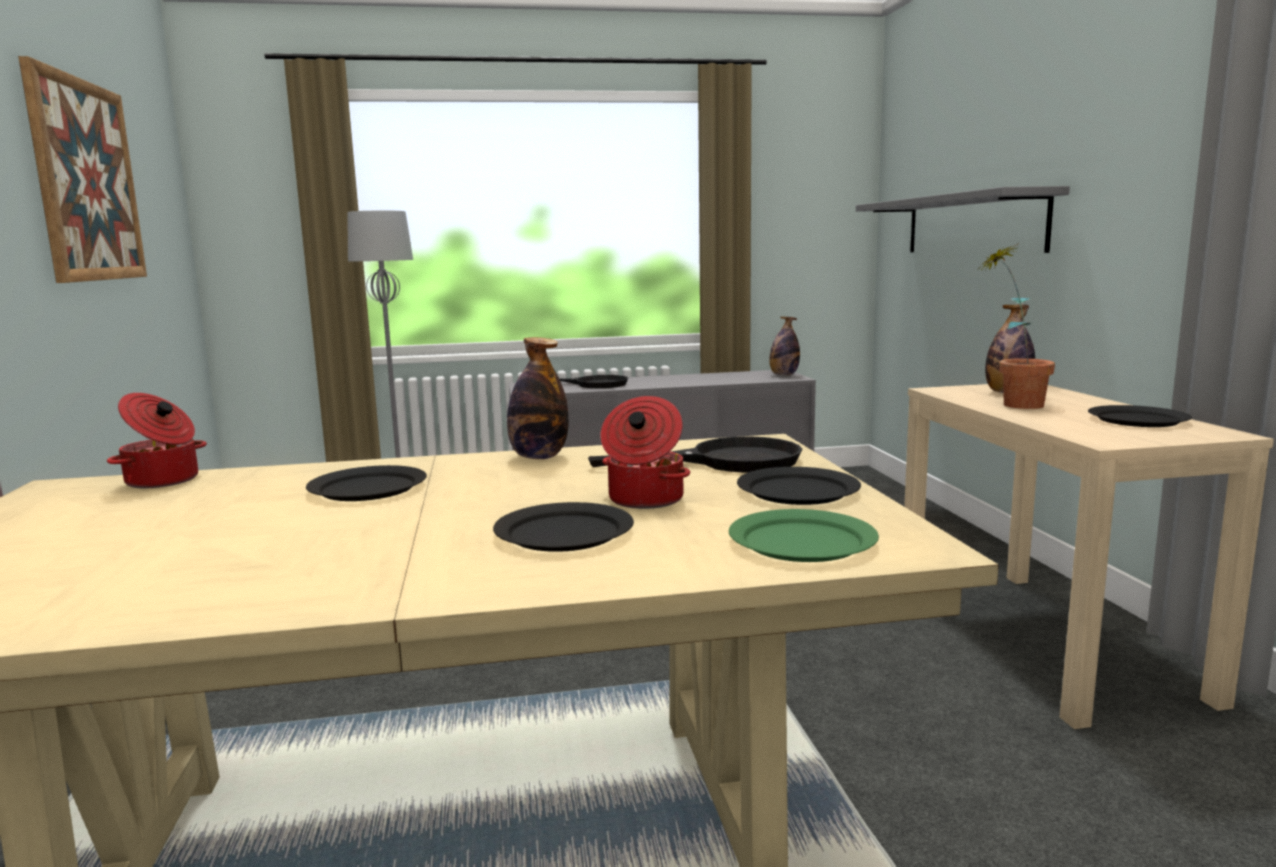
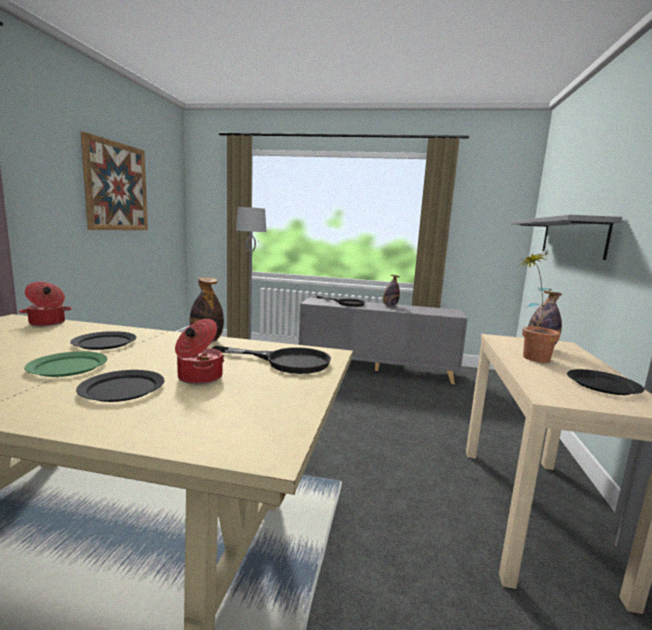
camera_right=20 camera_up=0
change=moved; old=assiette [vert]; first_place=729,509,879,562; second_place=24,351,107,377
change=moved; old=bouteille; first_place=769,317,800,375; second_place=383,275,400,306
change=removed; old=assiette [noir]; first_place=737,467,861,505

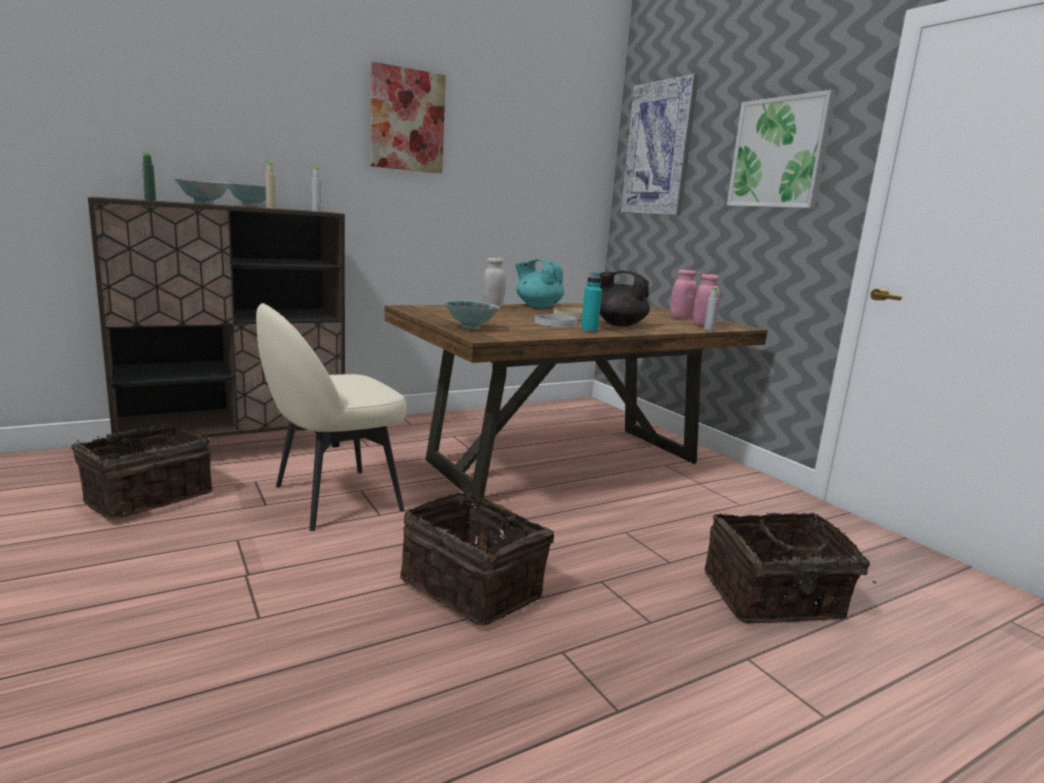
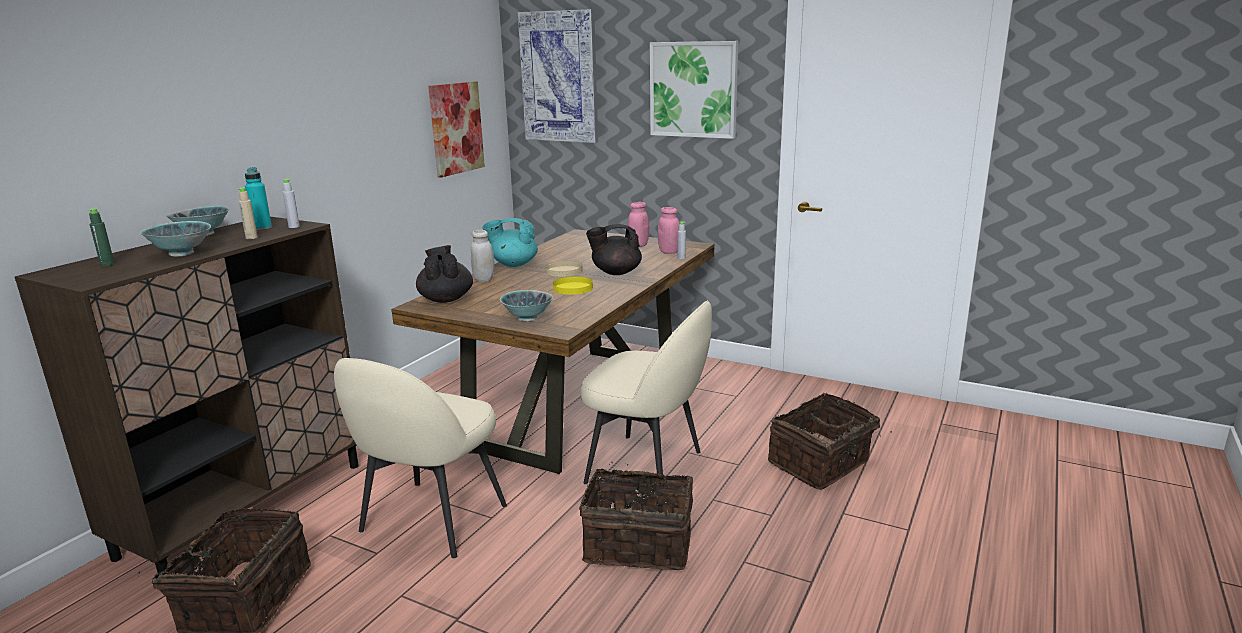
camera_right=-30 camera_up=5
change=moved; old=bouteille [turquoise]; first_place=581,272,602,332; second_place=245,167,272,230
change=added; new=théière [noir]; second_place=416,245,473,303
change=moved; old=tableau; first_place=370,62,446,173; second_place=428,81,485,178
change=recoloured; old=assiette [blanc]; new=assiette [jaune]; first_place=535,314,577,327; second_place=553,277,593,295
change=added; new=chaise [beige]; second_place=580,300,712,484

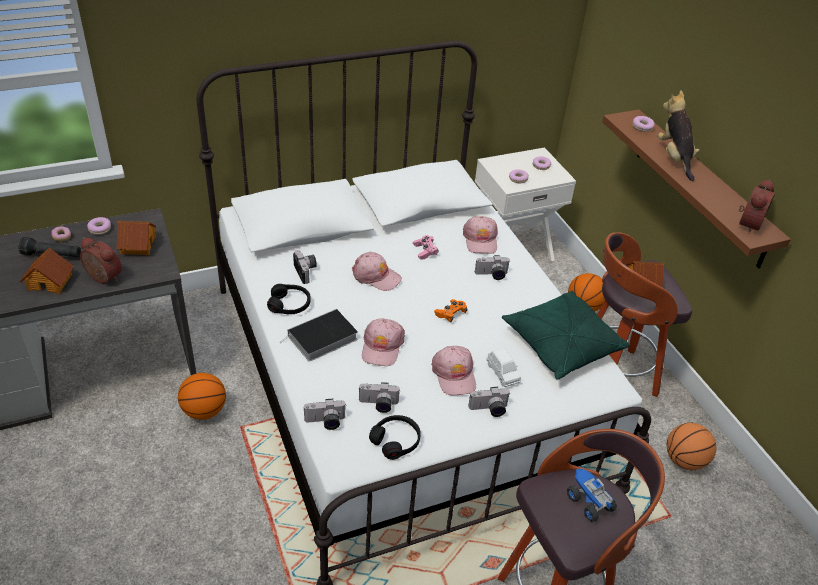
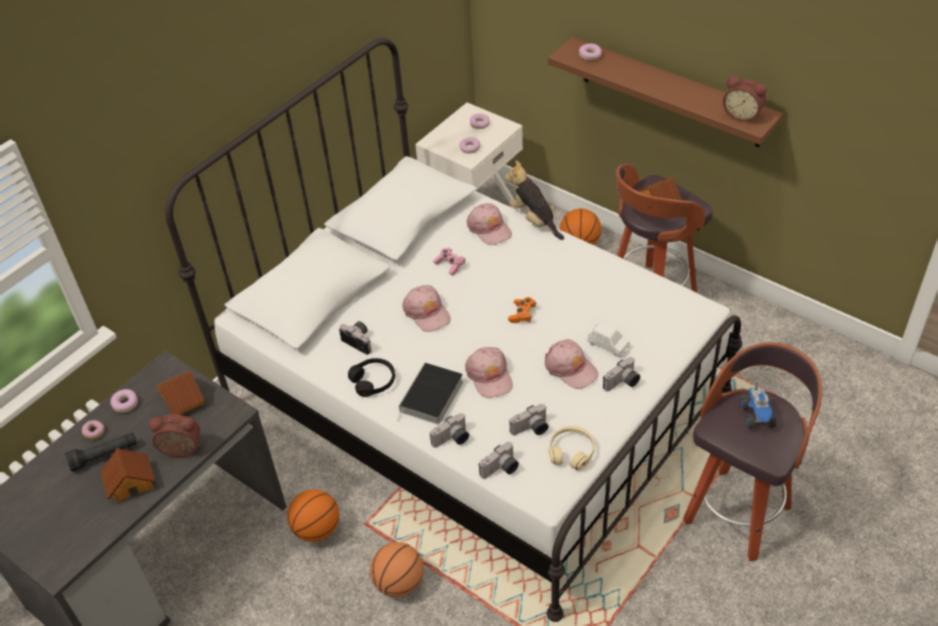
camera_right=-25 camera_up=5
change=moved; old=ballon de basket; first_place=667,422,716,470; second_place=370,542,424,597
change=turned; old=casquette [rose]; first_place=352,252,402,291; second_place=402,285,451,332; degrees=60
change=moved; old=appareil photo; first_place=475,255,510,280; second_place=430,413,469,448
change=moved; old=peluche; first_place=658,90,699,181; second_place=505,160,564,240
change=recoloured; old=casque audio [noir]; new=casque audio [beige]; first_place=369,415,421,460; second_place=549,426,595,470
change=turned; old=réveil; first_place=739,179,775,234; second_place=723,76,767,122; degrees=120
change=turned; old=camion jouet; first_place=567,469,617,522; second_place=741,382,777,429; degrees=-120
change=removed; old=coussin [vert]; first_place=502,290,630,380

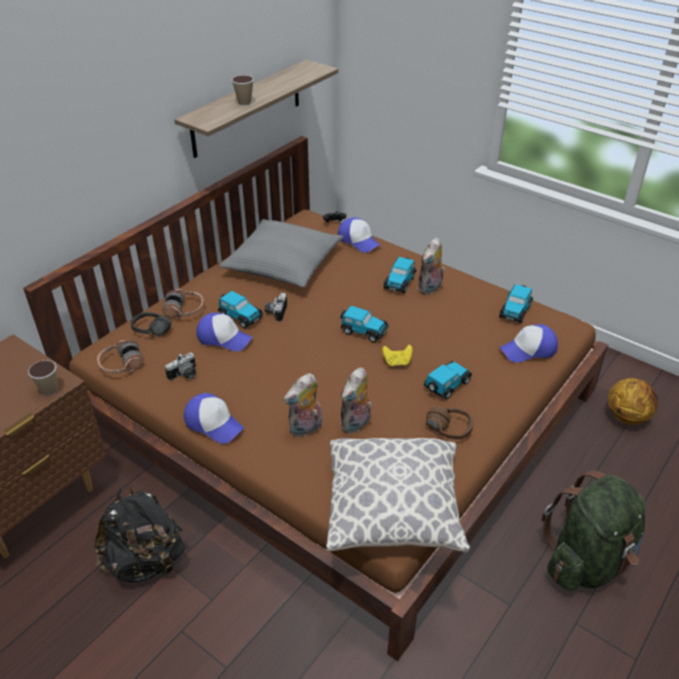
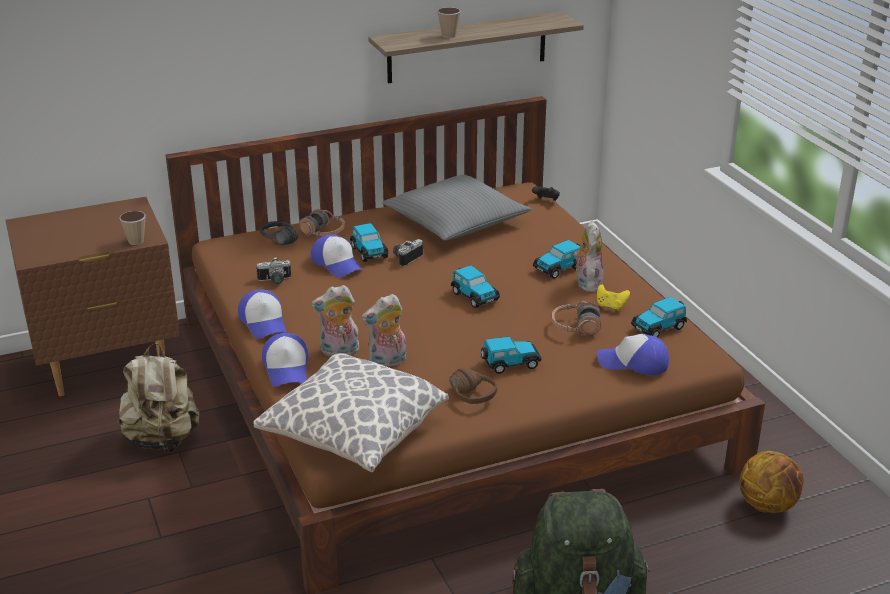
camera_right=30 camera_up=-10
change=recoloured; old=sac à dos [noir]; new=sac à dos [beige]; first_place=94,484,185,582; second_place=118,343,199,453
change=moved; old=casquette; first_place=338,217,381,253; second_place=262,333,308,386
change=moved; old=casque audio; first_place=97,340,144,374; second_place=552,301,601,336
change=turned; old=peluche; first_place=417,237,445,295; second_place=574,221,603,292; degrees=120
change=moved; old=manette [jaune]; first_place=382,345,412,366; second_place=597,285,630,311

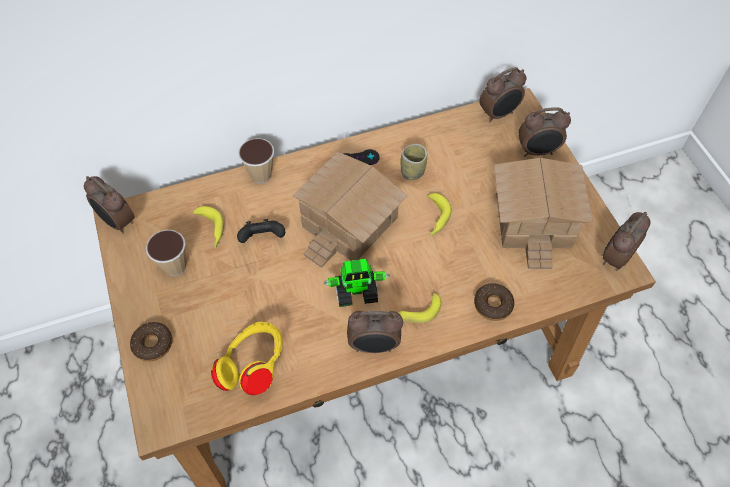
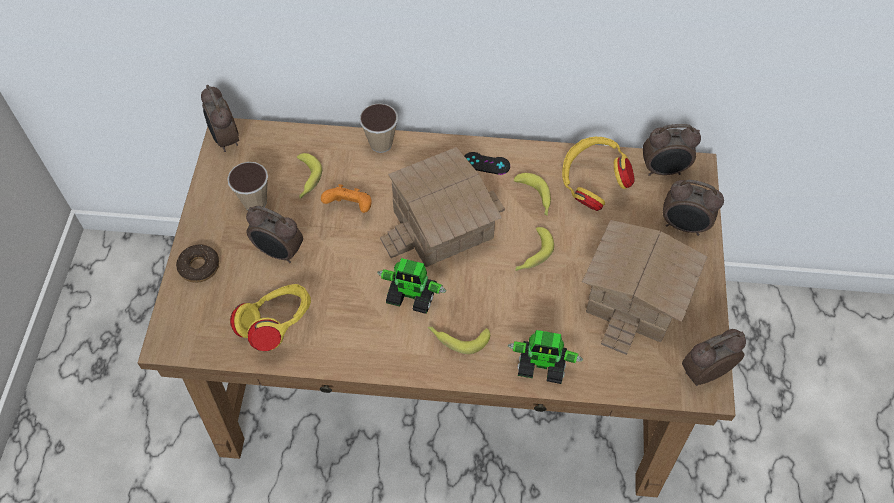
camera_right=25 camera_up=0
change=moved; old=réveil; first_place=347,311,403,353; second_place=246,206,303,263
change=recoloured; old=manette [noir]; new=manette [orange]; first_place=237,219,285,243; second_place=321,184,372,213
change=replaced; old=beignet; new=robot jouet; first_place=474,283,515,321; second_place=508,330,583,384
change=replaced; old=tasse; new=banane; first_place=401,144,427,180; second_place=514,173,551,216
change=added; new=casque audio [jaune]; second_place=562,137,635,211

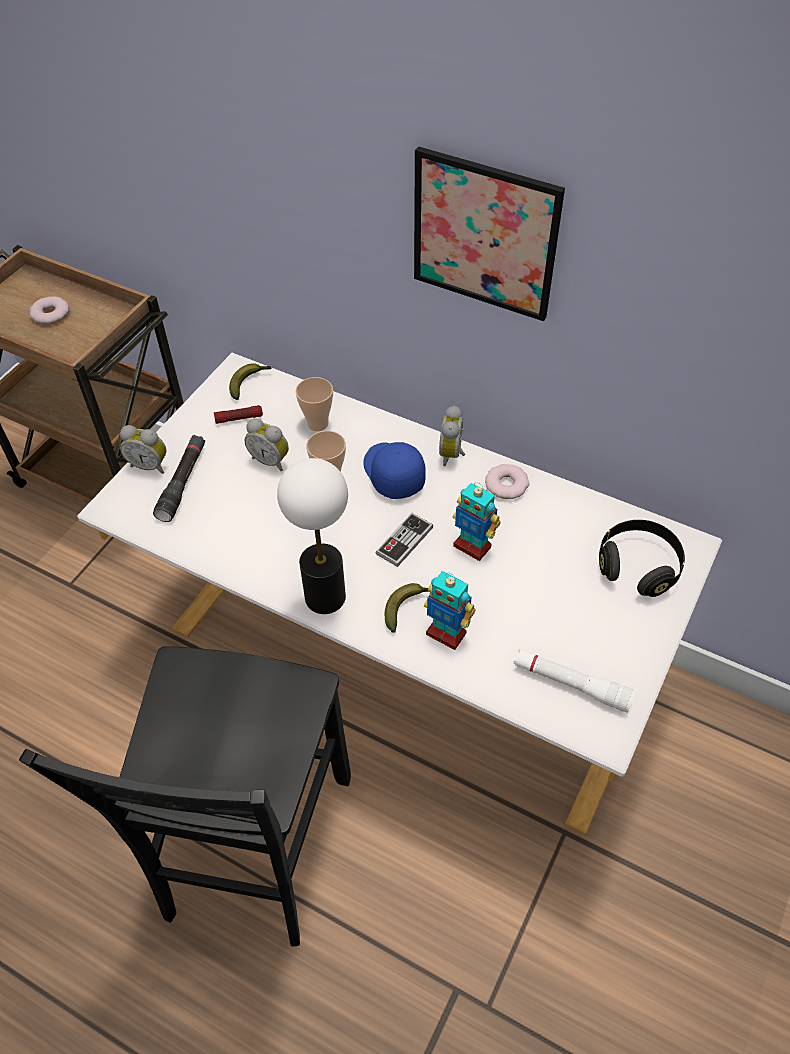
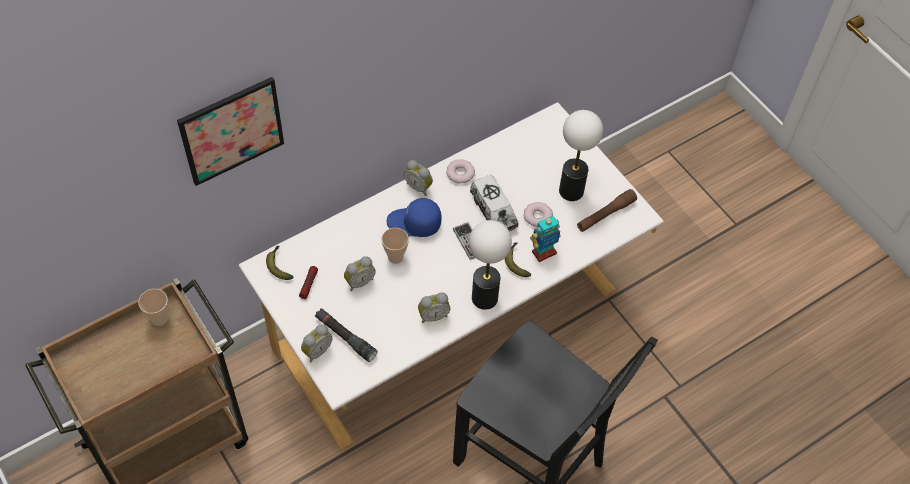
camera_right=-65 camera_up=5
change=moved; old=tasse; first_place=295,377,333,431; second_place=138,289,168,326
change=moved; old=tableau; first_place=414,146,565,321; second_place=177,77,284,186
change=added; new=réveil; second_place=418,292,450,323
change=replaced; old=robot jouet; new=camion jouet; first_place=453,482,501,561; second_place=470,175,519,231
change=moved; old=beignet; first_place=30,296,69,324; second_place=523,202,553,227
change=added; new=lampe de table; second_place=559,110,603,201
change=recoloured; old=lampe de poche [blanc]; new=lampe de poche [marron]; first_place=514,648,636,713; second_place=577,189,637,232
change=removed; old=casque audio [noir]; first_place=599,520,685,597

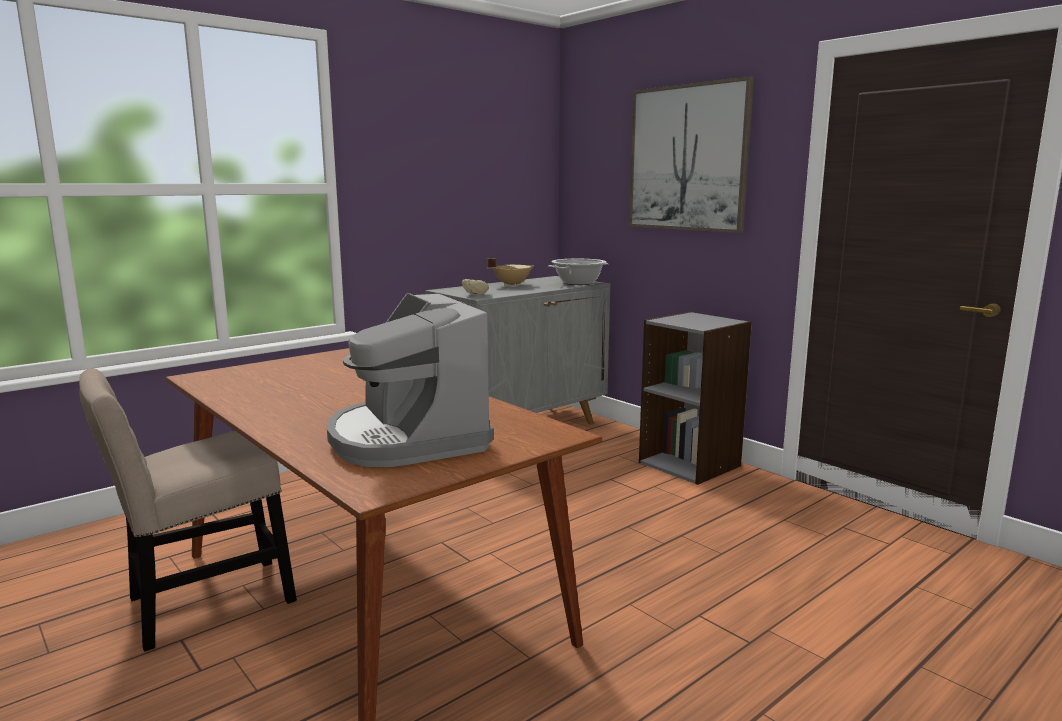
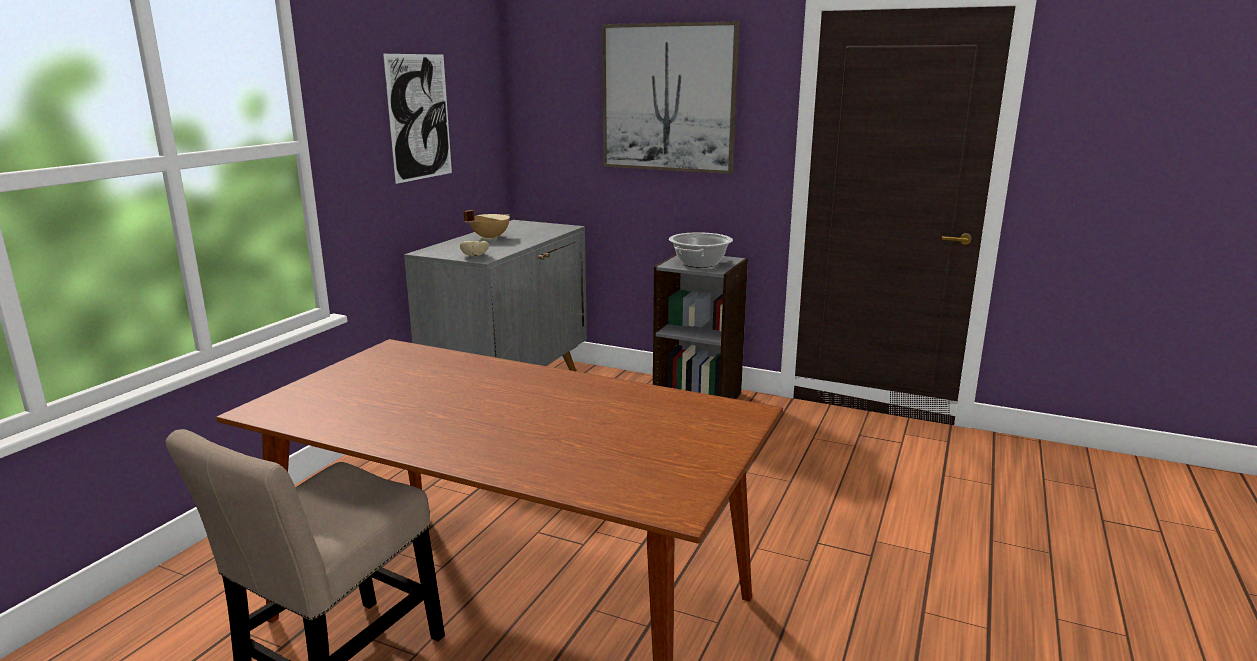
camera_right=-25 camera_up=5
change=added; new=tableau; second_place=383,54,452,184
change=moved; old=marmite; first_place=548,259,609,285; second_place=669,232,733,268
change=removed; old=machine à café; first_place=327,293,494,467

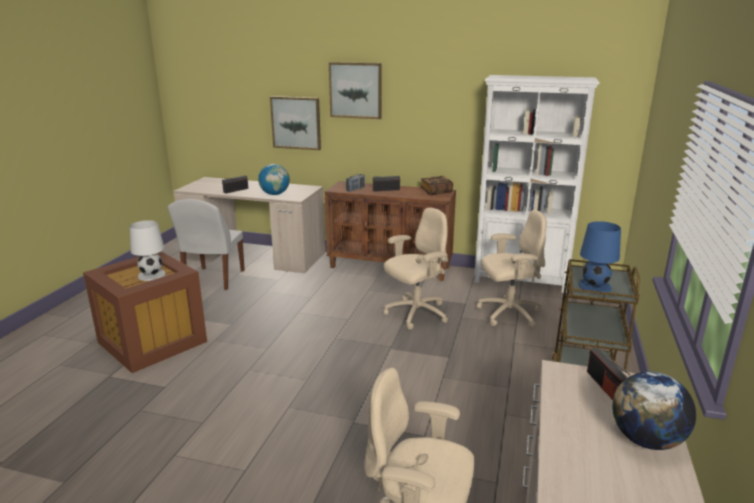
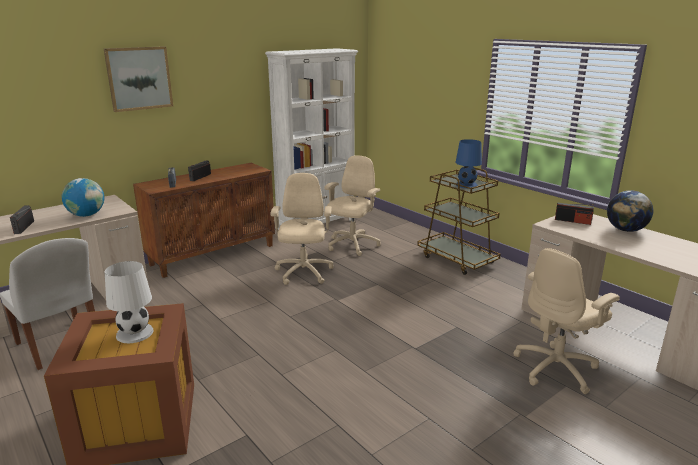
camera_right=-55 camera_up=0
change=removed; old=tableau; first_place=270,96,321,150
change=removed; old=livre; first_place=420,176,453,195

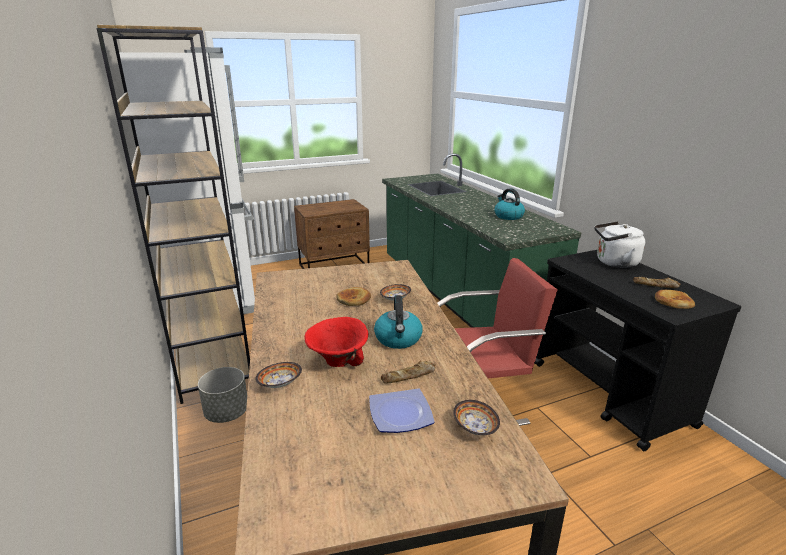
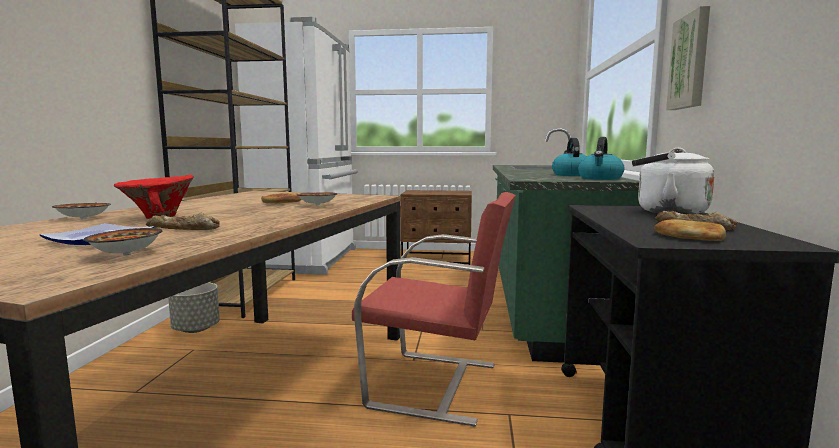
camera_right=30 camera_up=-15
change=moved; old=bouilloire; first_place=374,295,423,349; second_place=578,137,625,180
change=added; new=tableau; second_place=666,6,710,110

